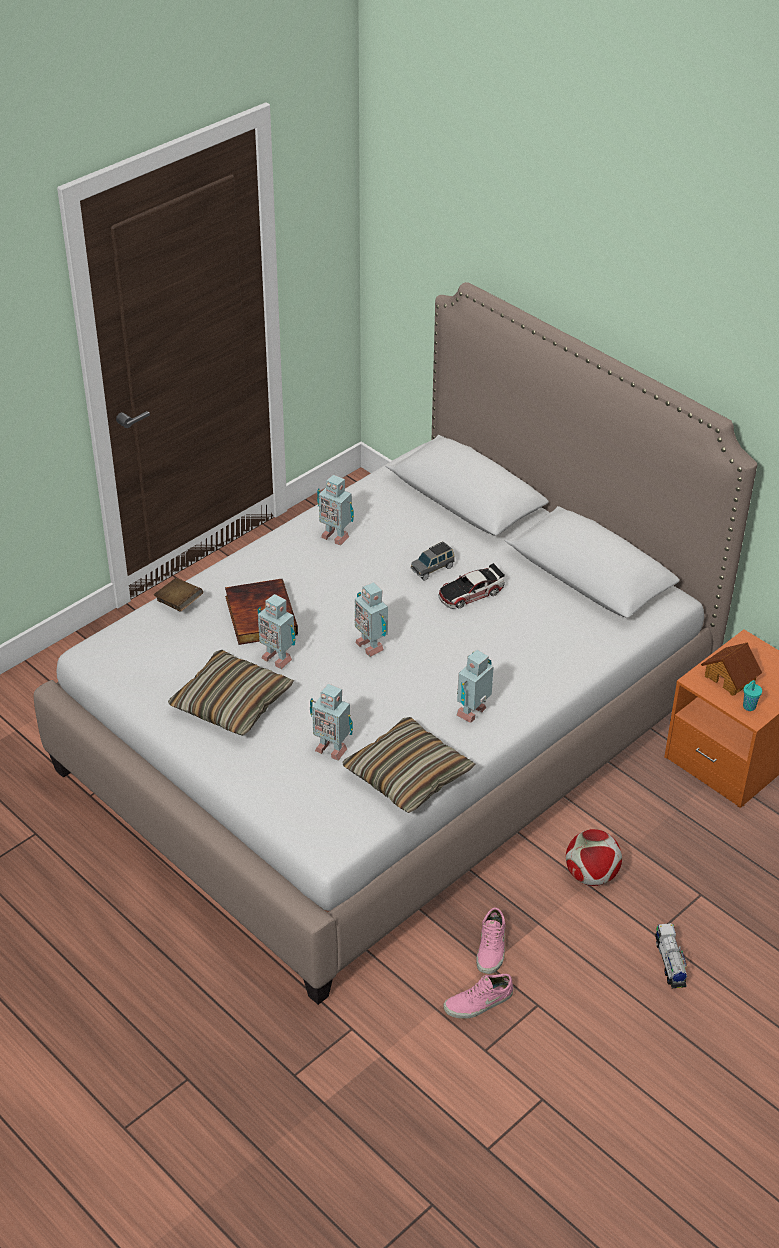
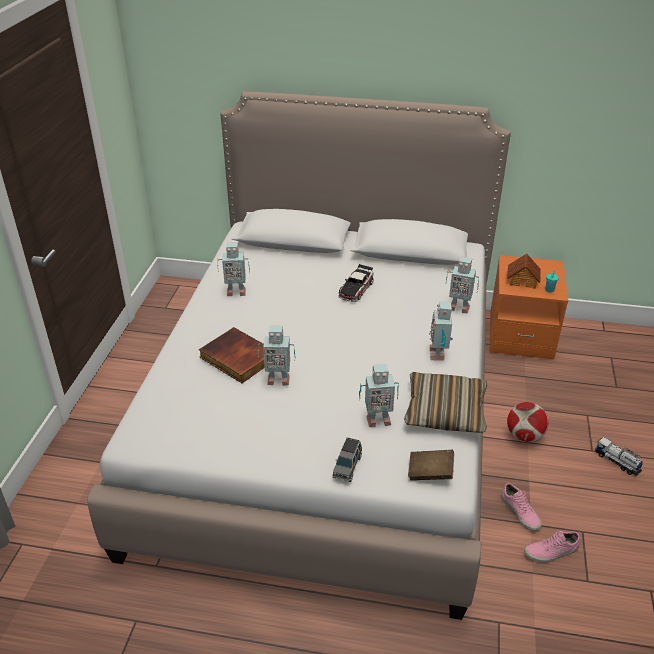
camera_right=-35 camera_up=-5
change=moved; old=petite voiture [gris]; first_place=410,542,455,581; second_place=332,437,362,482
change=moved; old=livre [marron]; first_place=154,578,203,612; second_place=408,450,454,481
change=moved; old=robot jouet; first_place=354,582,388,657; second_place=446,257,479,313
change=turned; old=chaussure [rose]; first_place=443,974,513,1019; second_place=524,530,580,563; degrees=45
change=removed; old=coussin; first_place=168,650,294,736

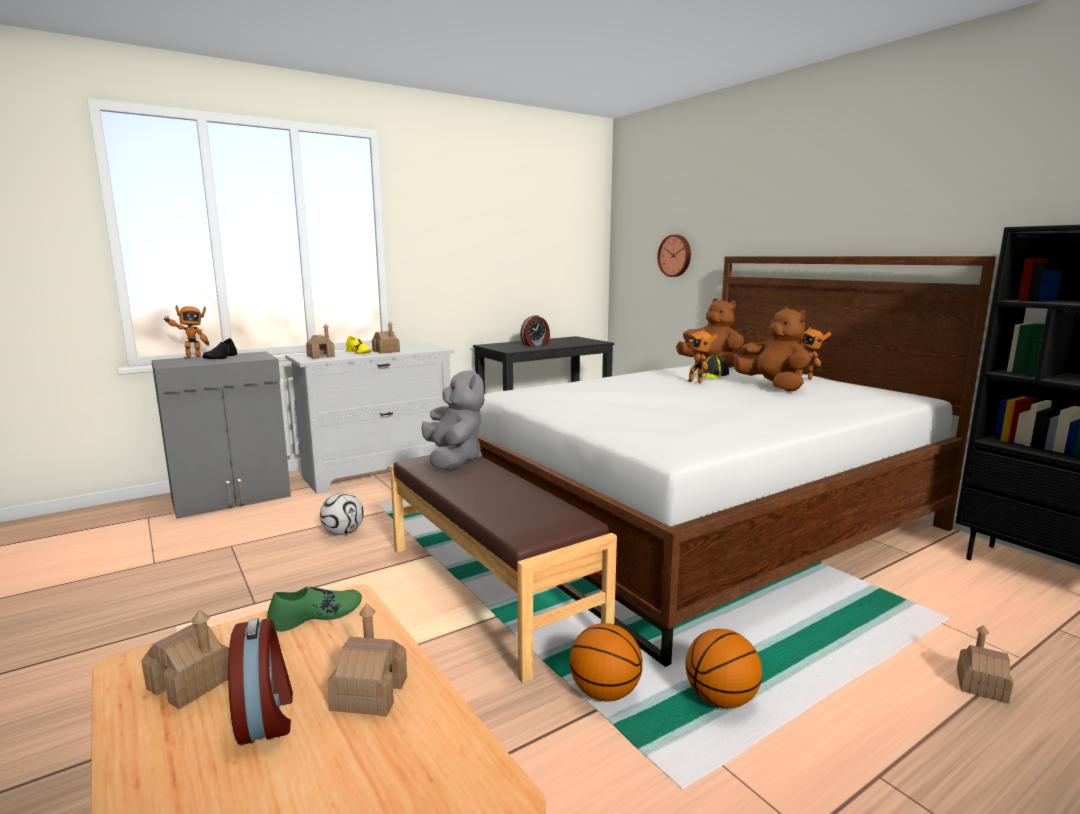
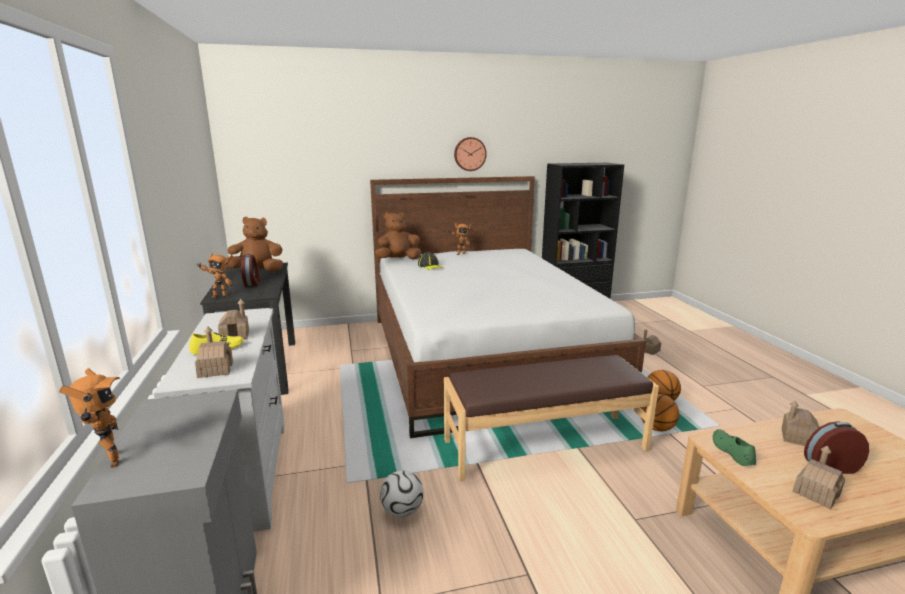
camera_right=-70 camera_up=5
change=moved; old=robot jouet; first_place=685,329,718,383; second_place=198,253,233,298
change=moved; old=peluche [marron]; first_place=733,307,811,391; second_place=226,216,283,272
change=moved; old=horloge murale; first_place=657,235,691,277; second_place=454,137,487,171
change=removed; old=chaussure [noir]; first_place=203,338,237,359
change=removed; old=peluche [gris]; first_place=422,367,484,470

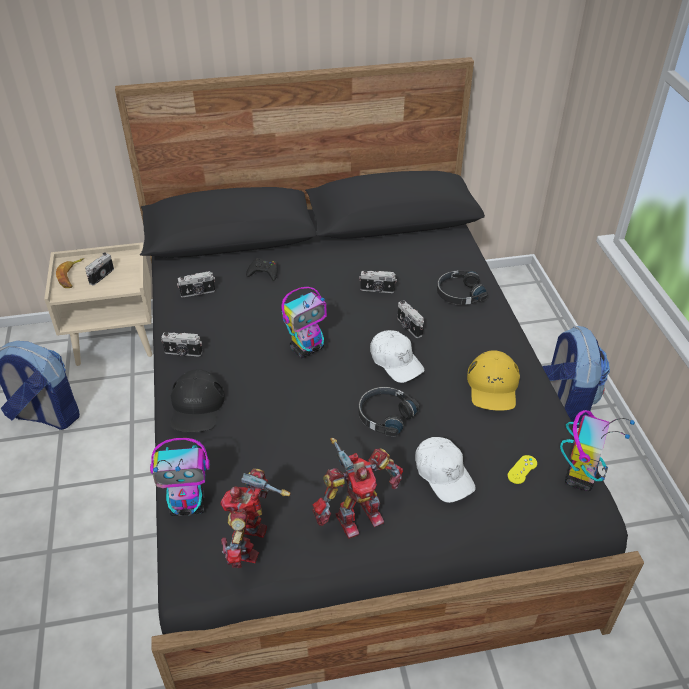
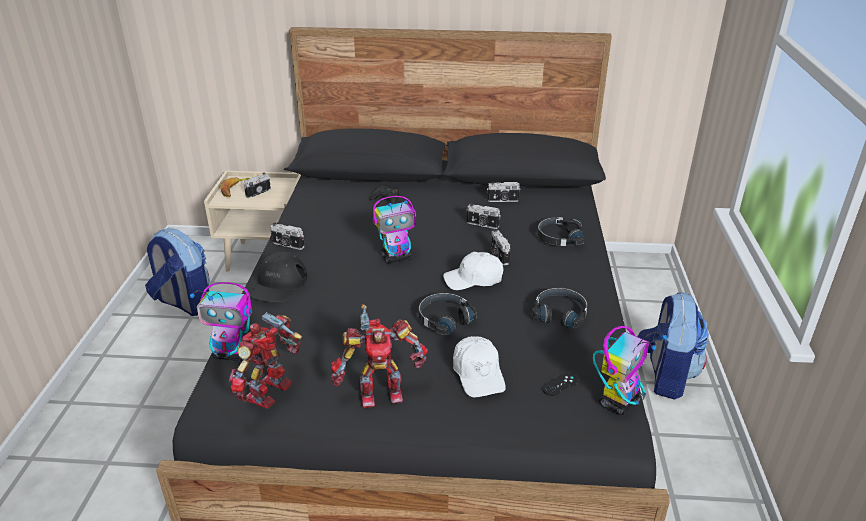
camera_right=15 camera_up=-10
change=turned; old=casquette [blanc]; first_place=370,330,424,383; second_place=443,252,503,290; degrees=105
change=moved; old=appareil photo; first_place=177,271,215,297; second_place=487,182,521,202
change=replaced; old=casquette [jaune]; new=casque audio [noir]; first_place=467,350,520,411; second_place=532,288,588,329
change=recoloured; old=manette [jaune]; new=manette [noir]; first_place=507,455,537,484; second_place=542,373,578,396

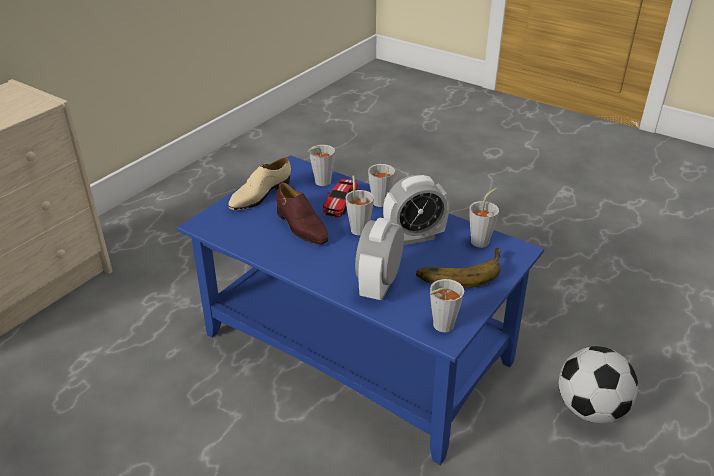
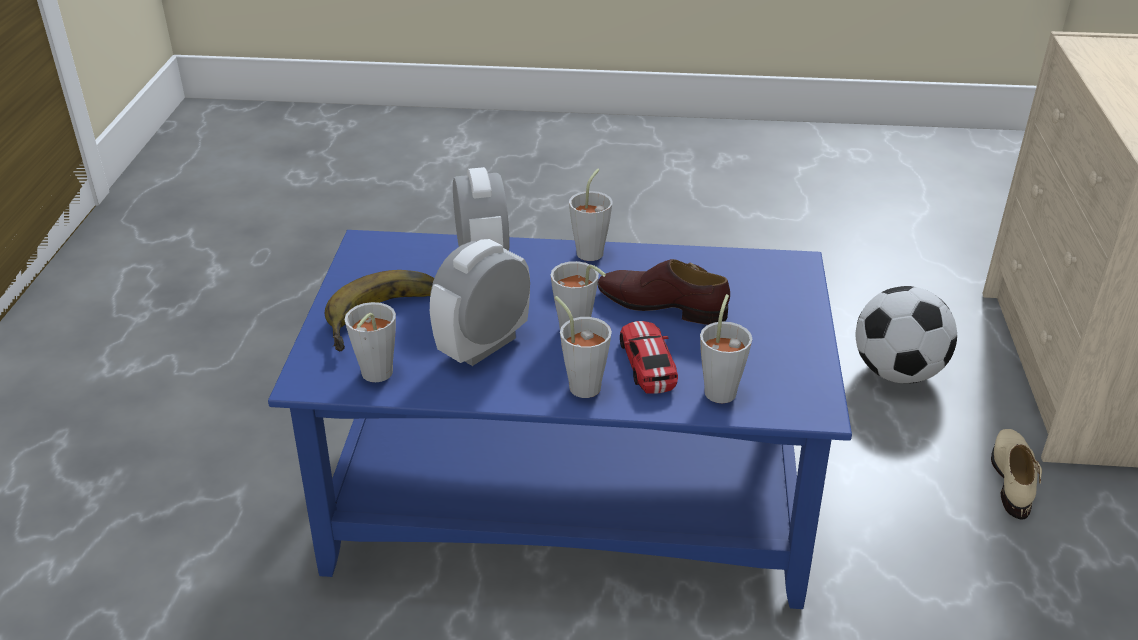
camera_right=150 camera_up=0
change=moved; old=tasse [gris]; first_place=430,279,464,332; second_place=569,169,613,261
change=moved; old=ballon de foot; first_place=559,346,638,423; second_place=856,286,957,384
change=moved; old=chaussure [beige]; first_place=228,157,291,210; second_place=991,429,1042,520

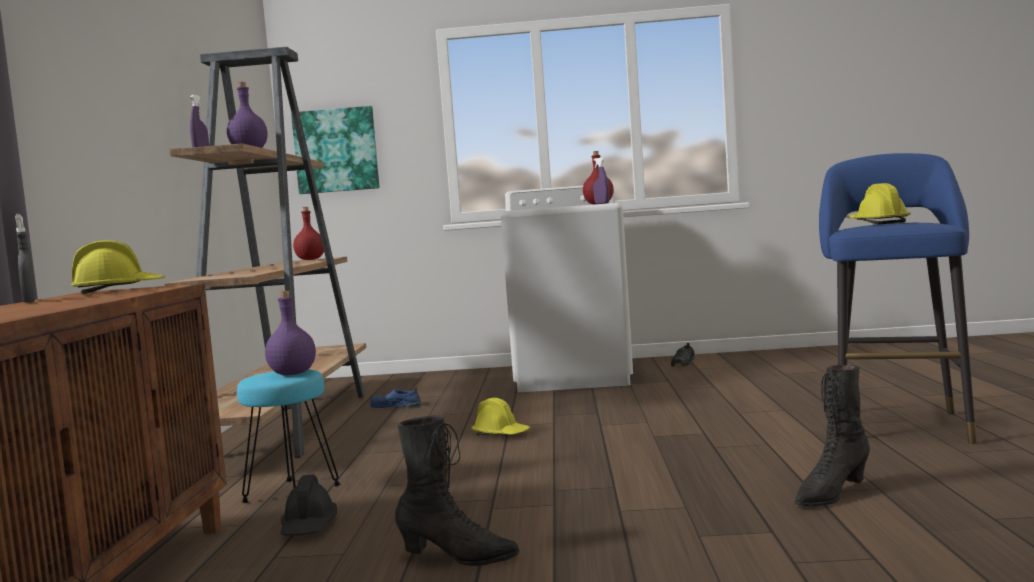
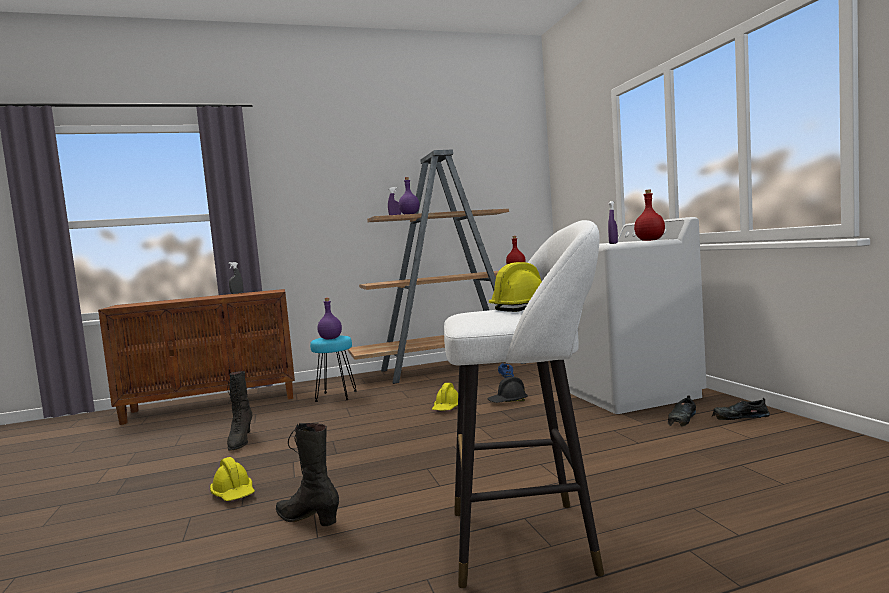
camera_right=70 camera_up=0
change=moved; old=casque de chantier [jaune]; first_place=71,240,165,294; second_place=210,457,255,501
change=recoloured; old=tabouret [bleu]; new=tabouret [blanc]; first_place=819,153,977,444; second_place=444,220,604,588
change=moved; old=casque de chantier [noir]; first_place=281,474,337,535; second_place=487,377,528,403
change=added; new=chaussure [noir]; second_place=668,395,696,427
change=removed; old=tableau; first_place=291,106,380,194

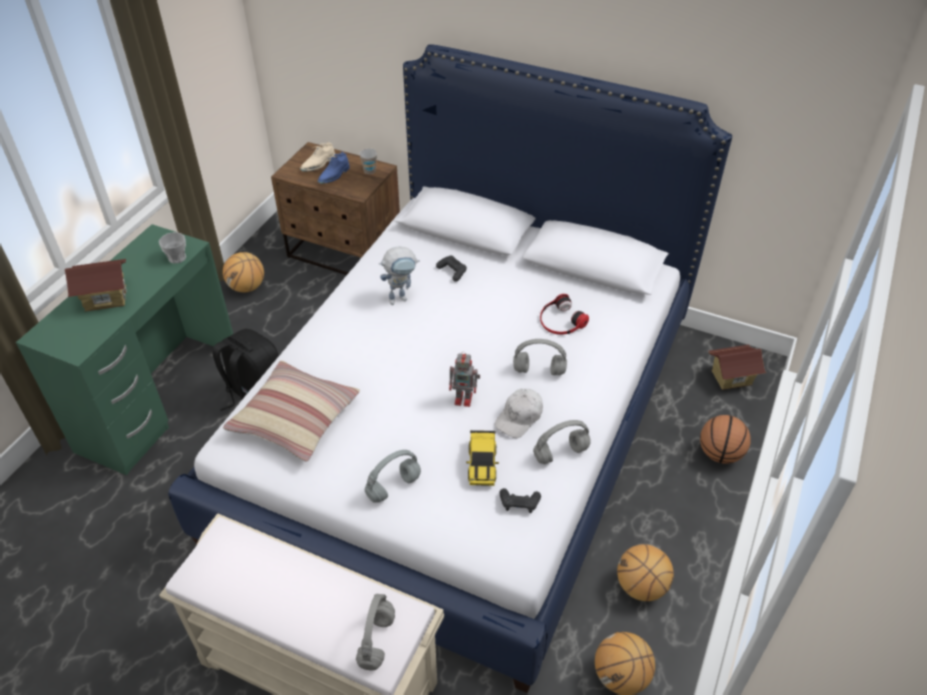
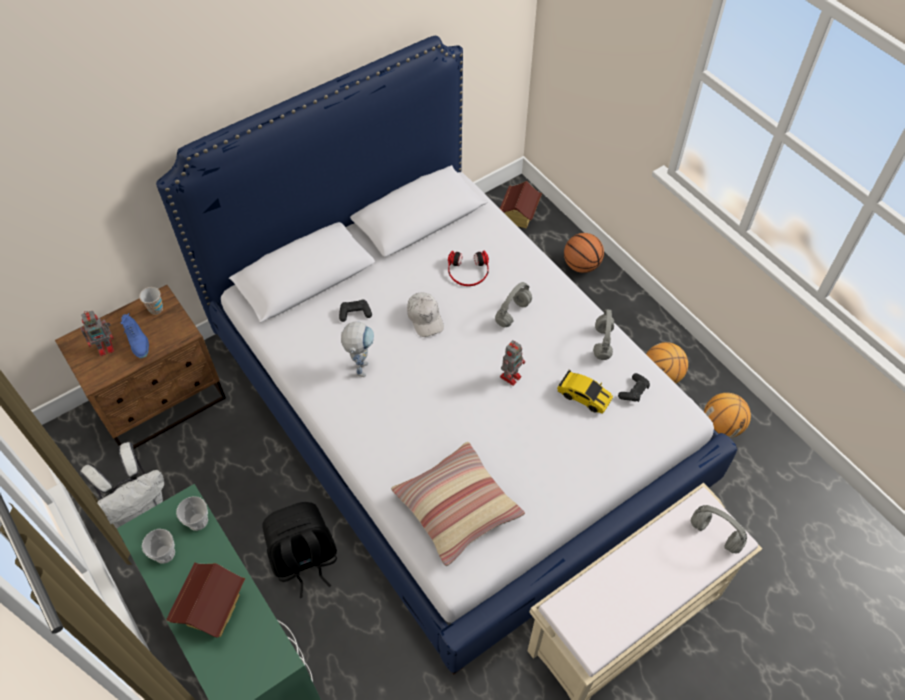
camera_right=-60 camera_up=10
change=replaced; old=chaussure [beige]; new=robot jouet; first_place=300,142,336,172; second_place=80,311,114,356
change=replaced; old=ballon de basket; new=sac à dos [blanc]; first_place=223,252,264,292; second_place=80,442,164,528
change=added; new=tasse; second_place=142,529,175,564
change=moved; old=casquette [blanc]; first_place=495,389,543,438; second_place=407,292,444,337
change=removed; old=casque audio [gris]; first_place=365,450,421,503

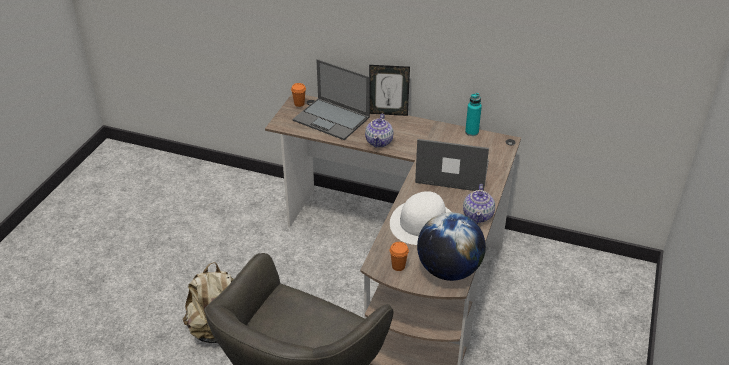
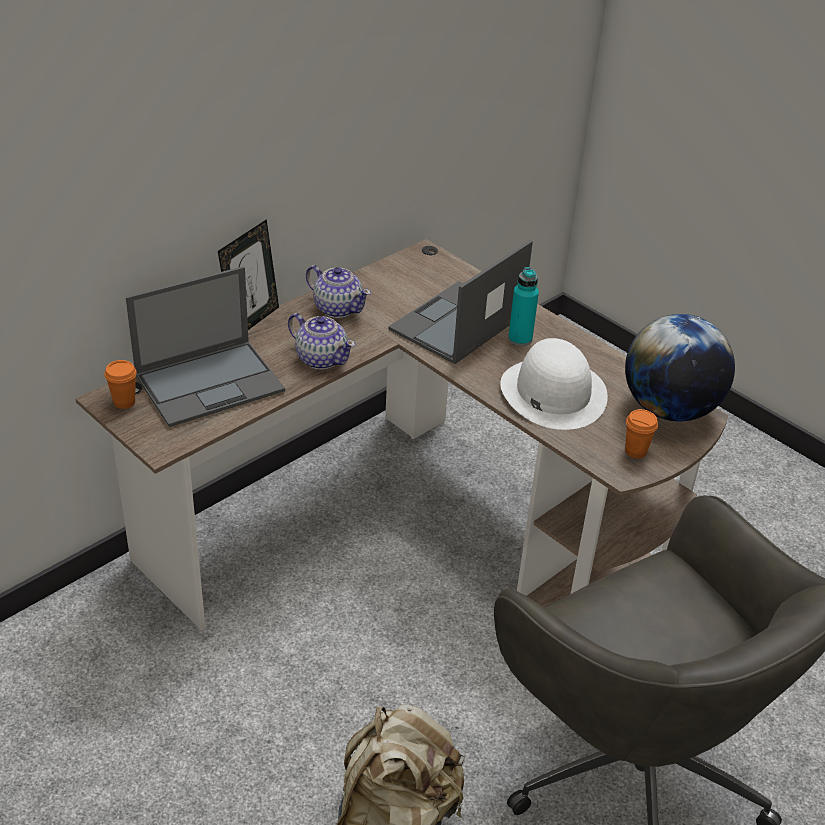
camera_right=-65 camera_up=0
change=moved; old=théière; first_place=463,184,495,224; second_place=306,265,371,318
change=moved; old=bouteille [turquoise]; first_place=465,93,482,136; second_place=508,267,539,346

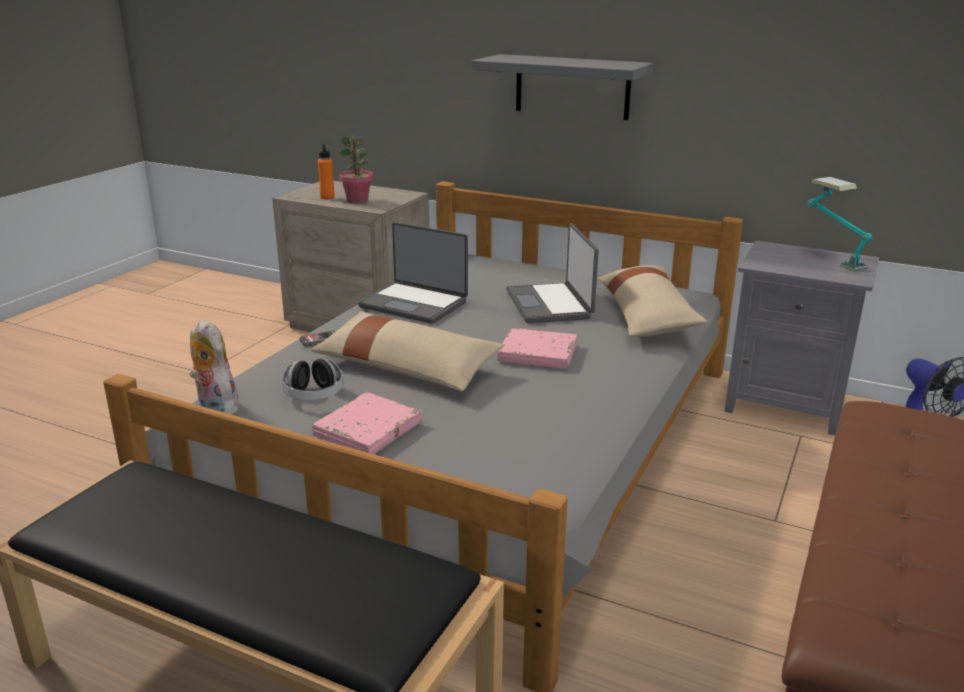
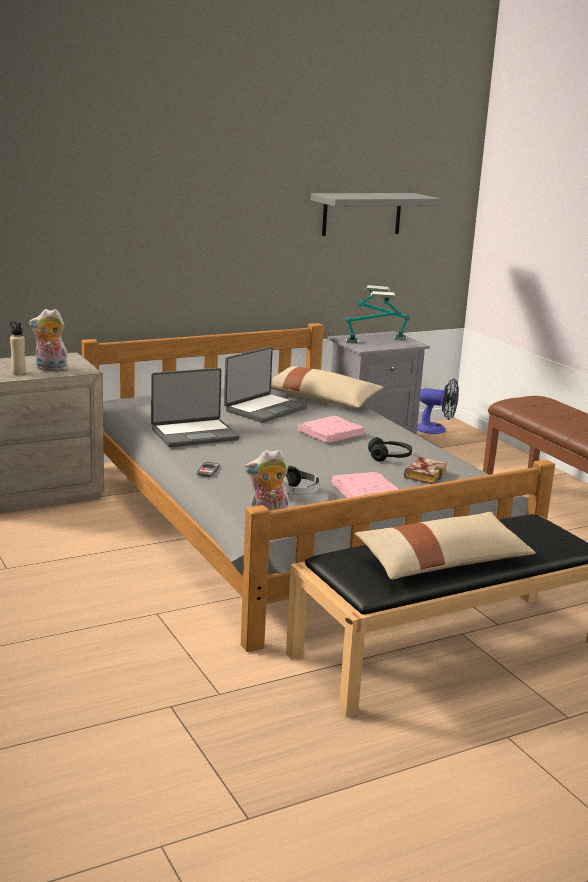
camera_right=-55 camera_up=-5
change=recoloured; old=bouteille [orange]; new=bouteille [beige]; first_place=318,143,335,200; second_place=10,321,26,375
change=replaced; old=plante en pot; new=peluche; first_place=339,135,373,203; second_place=29,309,68,371
change=turned; old=ordinateur portable; first_place=506,223,599,323; second_place=224,347,307,423; degrees=-75
change=moved; old=étagère [gris]; first_place=471,54,654,120; second_place=311,193,441,236
change=added; new=lampe de table; second_place=346,291,401,344
change=moved; old=coussin [beige]; first_place=311,311,504,391; second_place=355,512,536,580
change=added; new=casque audio [noir]; second_place=368,437,412,461
change=added; new=livre; second_place=404,457,447,484

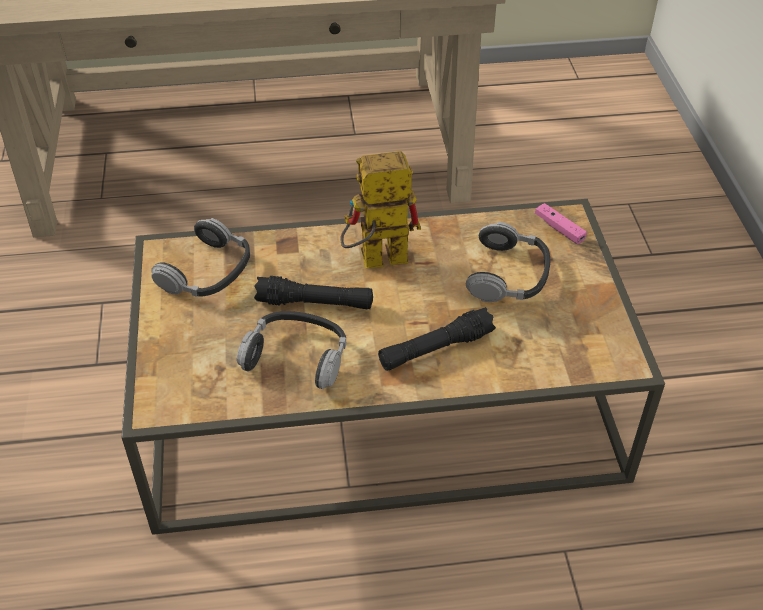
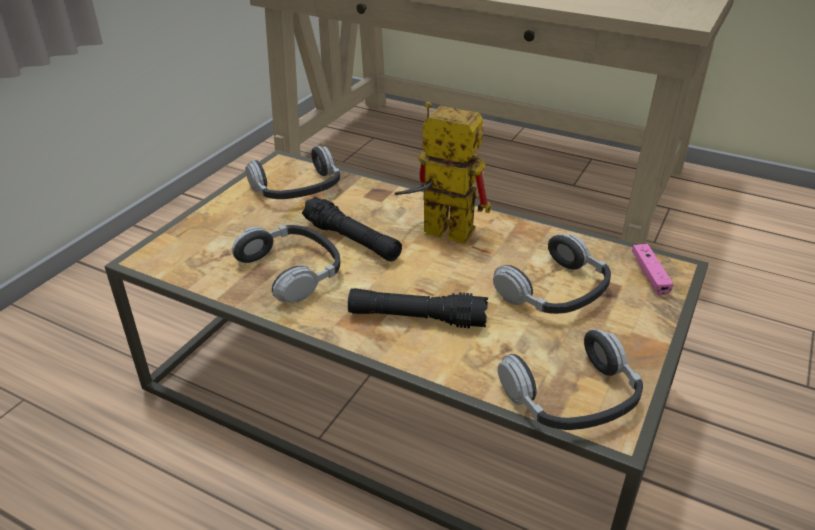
camera_right=35 camera_up=-10
change=added; new=casque audio; second_place=498,329,643,430

